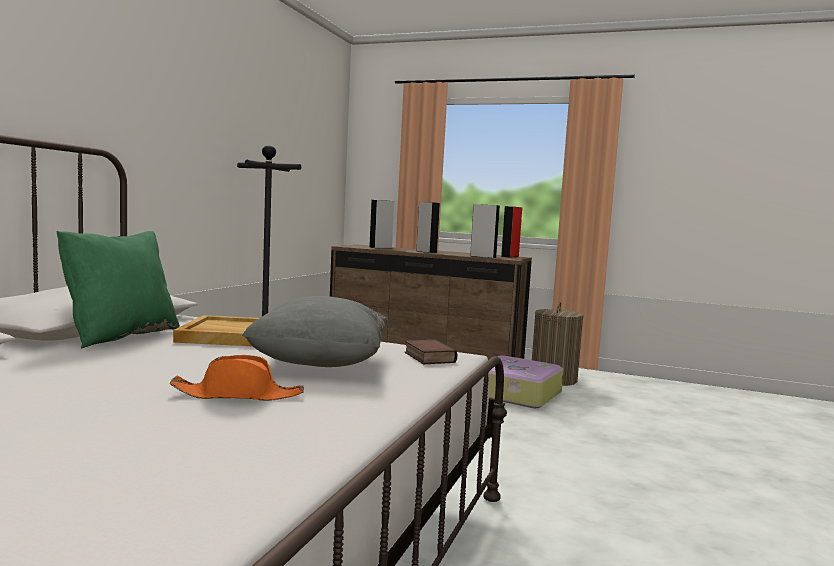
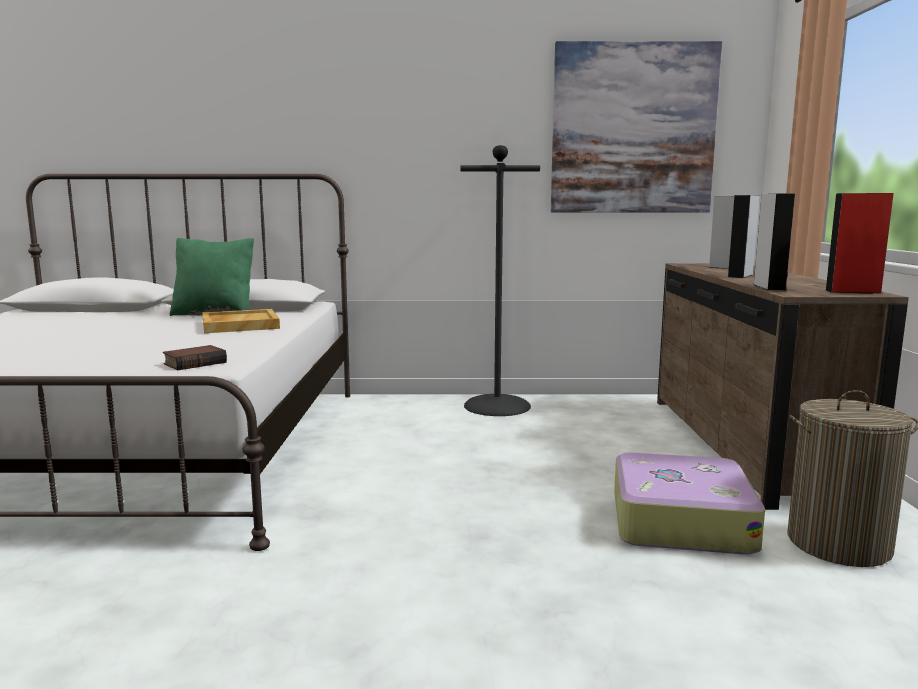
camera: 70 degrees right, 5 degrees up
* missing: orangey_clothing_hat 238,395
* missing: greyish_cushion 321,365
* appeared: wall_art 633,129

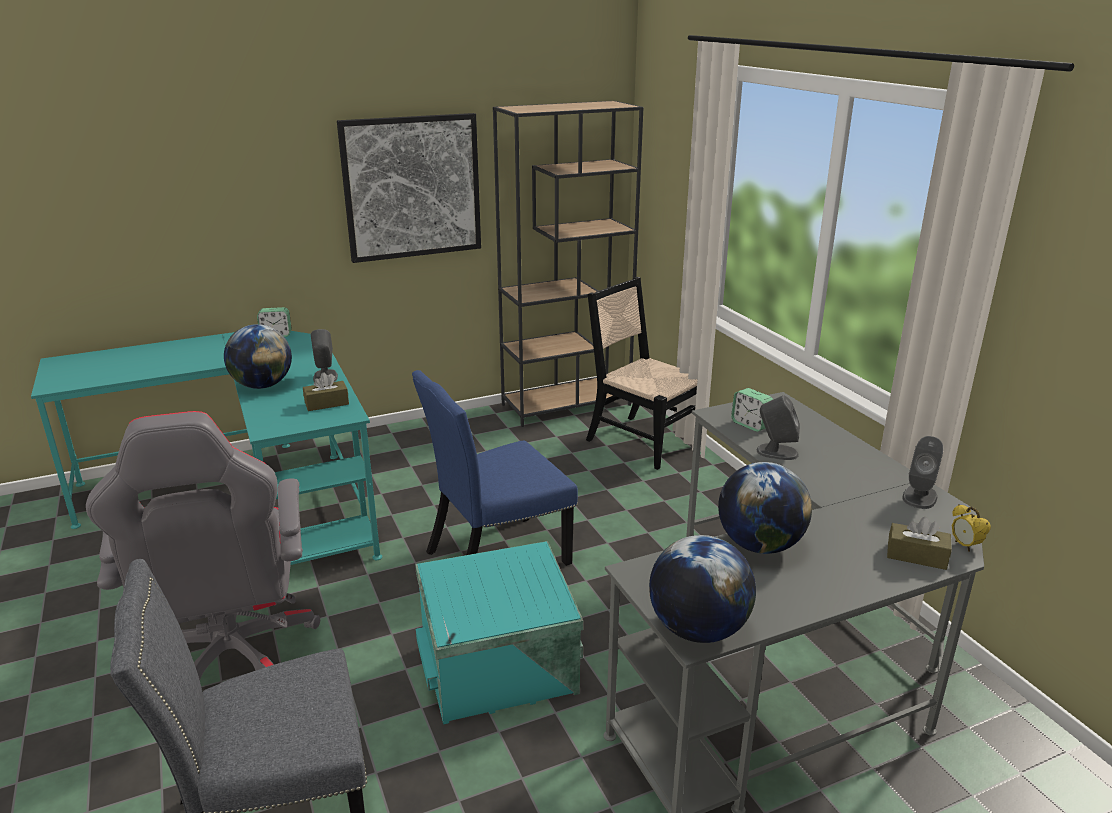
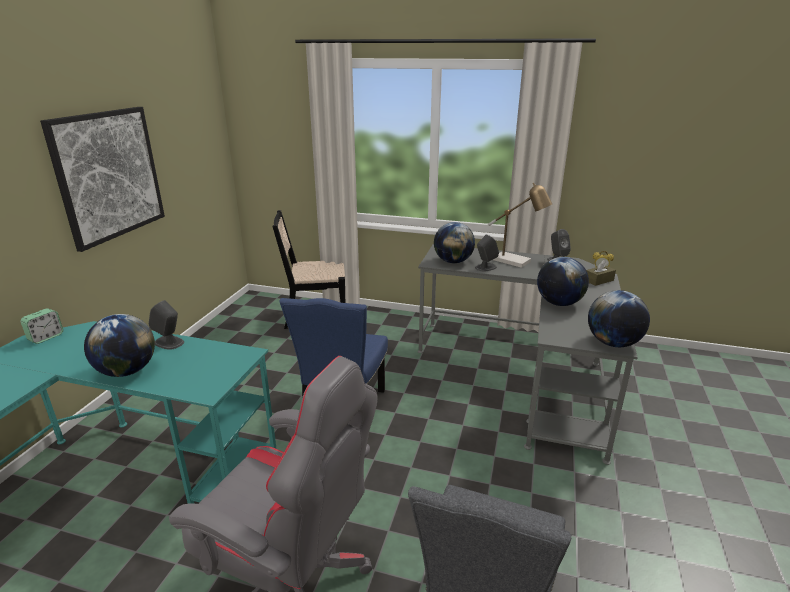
camera: 50 degrees left, 0 degrees up
* missing: brownish_box_of_tissues 326,403
* missing: blue-green_storage_box 501,669
* missing: shelving_unit 566,404
* exchanged: alarm_clock 750,425 to desk_globe 453,261
* appeared: tabletop_lamp 516,262

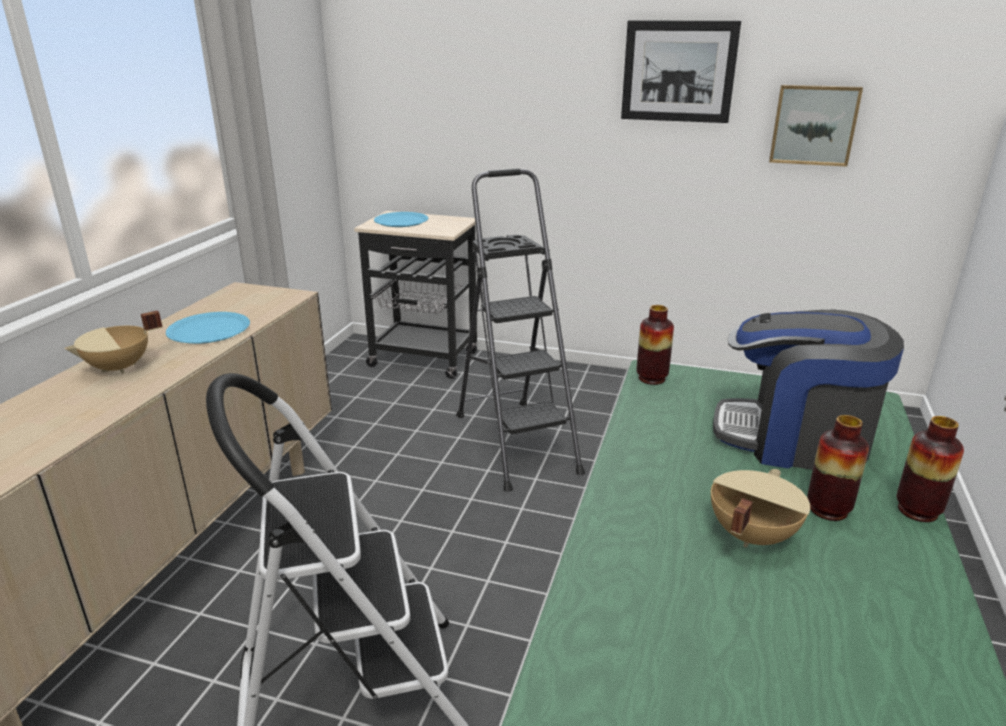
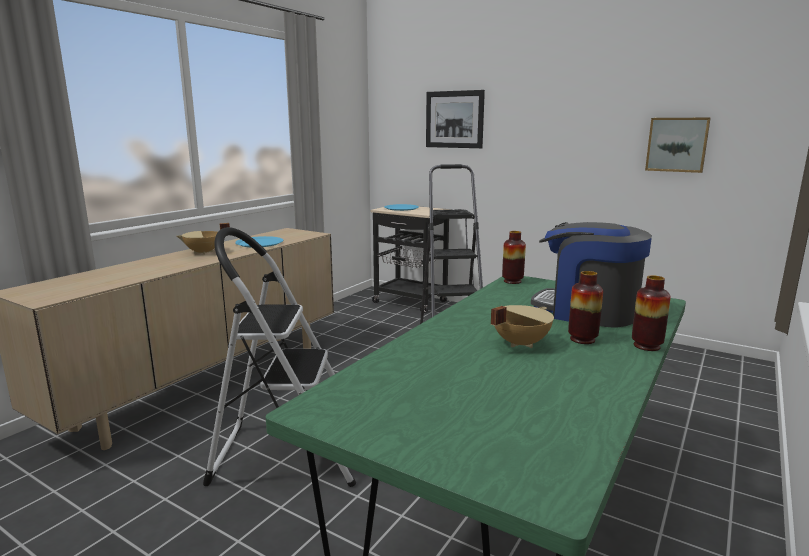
camera: 15 degrees right, 10 degrees down
* relocated: wall_art 678,71 to 454,119

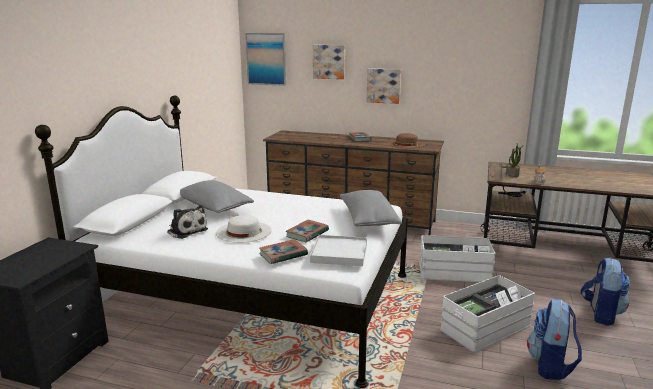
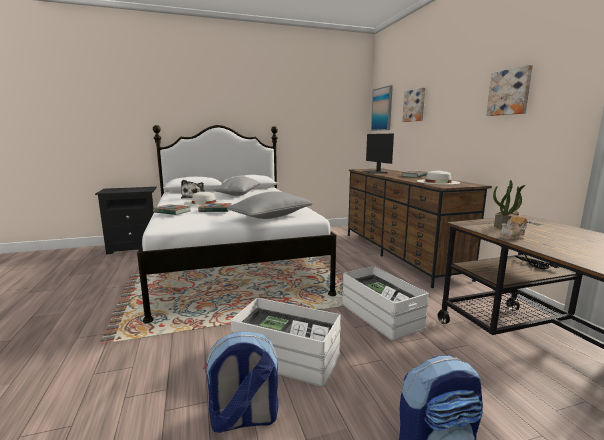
camera: 55 degrees right, 5 degrees down
* missing: whitish_tray 339,253
* relocated: wall_art 383,85 to 509,92
* colour: brownish_clothing_hat 406,144 to whitish_clothing_hat 438,182
* appeared: monitor 375,172

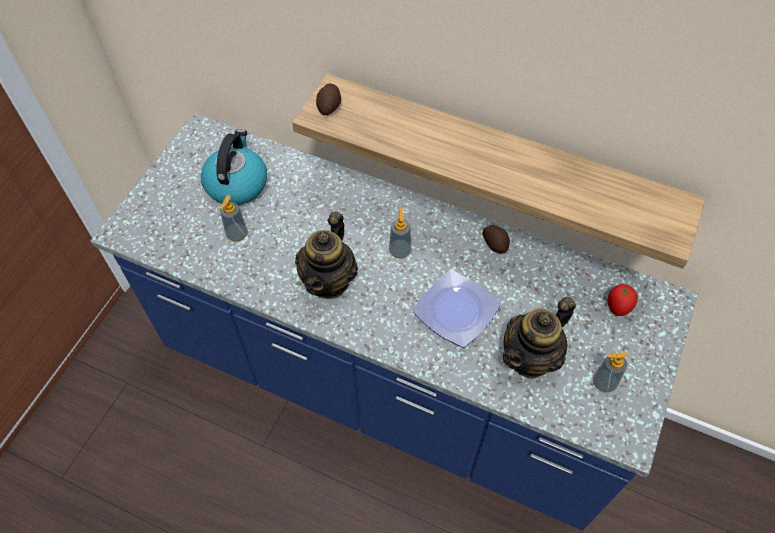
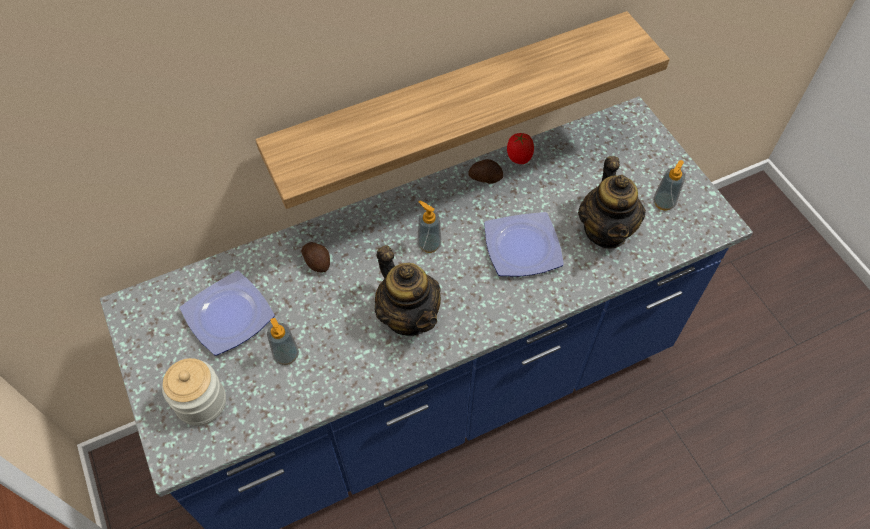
camera: 50 degrees left, 0 degrees up
* exchanged: tea_kettle 236,183 to plate 228,317
* relocated: potato 330,106 to 317,261
* relocated: whole_tomato 617,307 to 518,158
* appeared: storage_jar 201,402

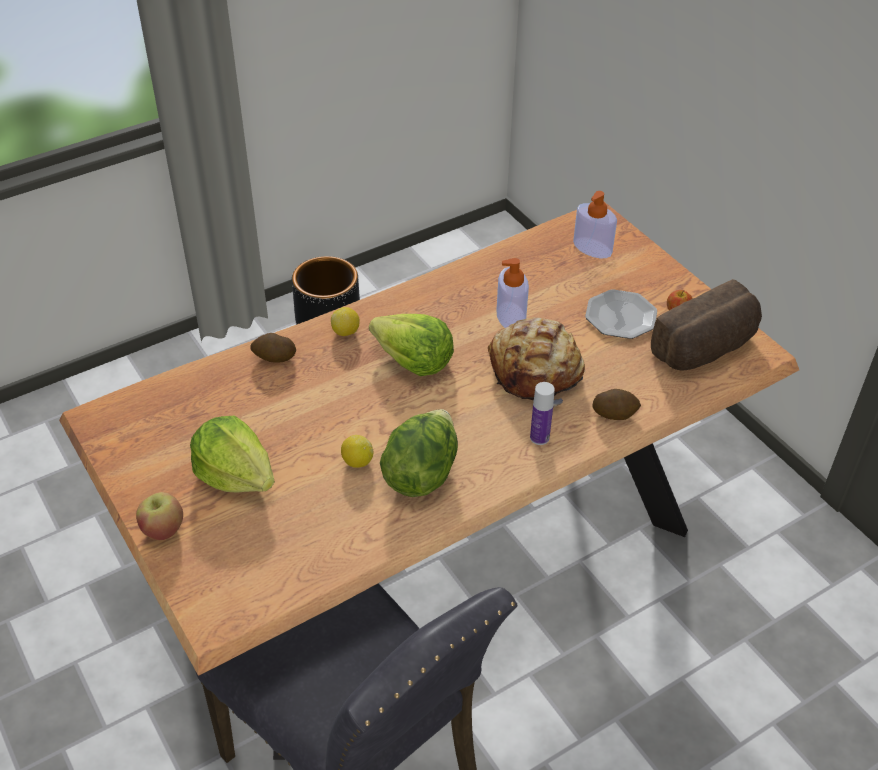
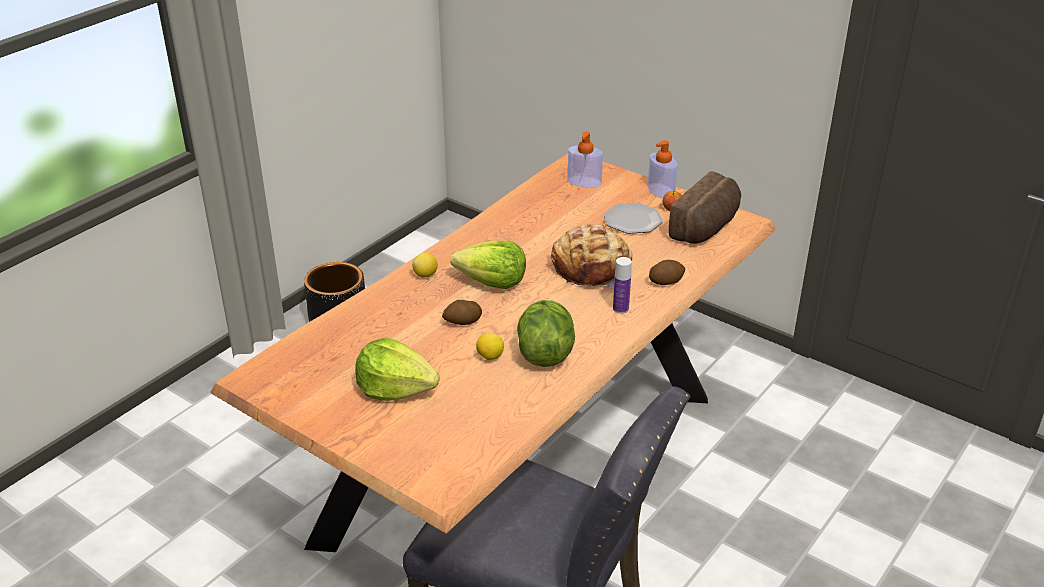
camera: 20 degrees left, 10 degrees down
* missing: whole_apple 163,529
* relocated: potato 274,358 to 462,322
* relocated: soap_bottle 511,316 to 661,191

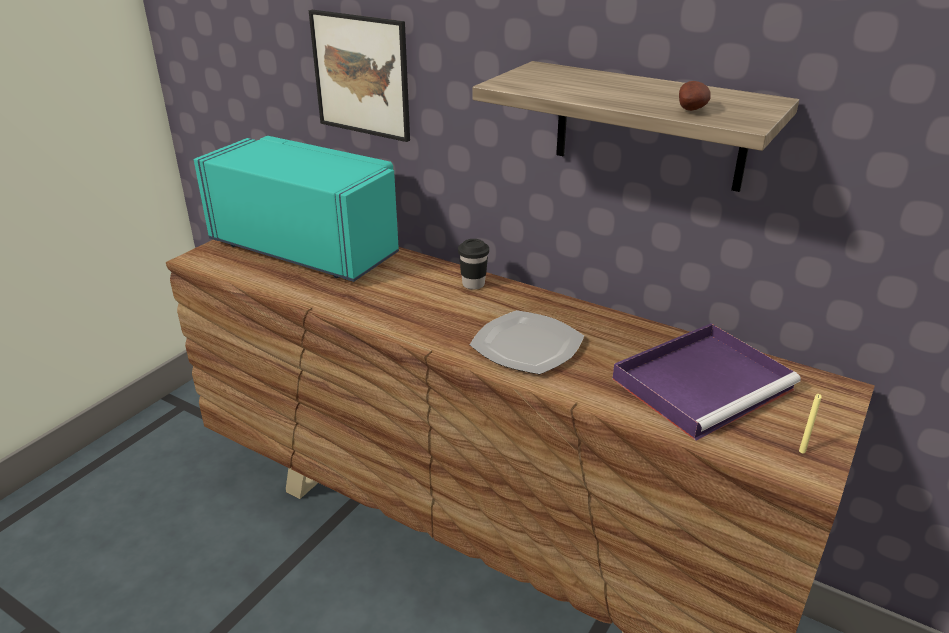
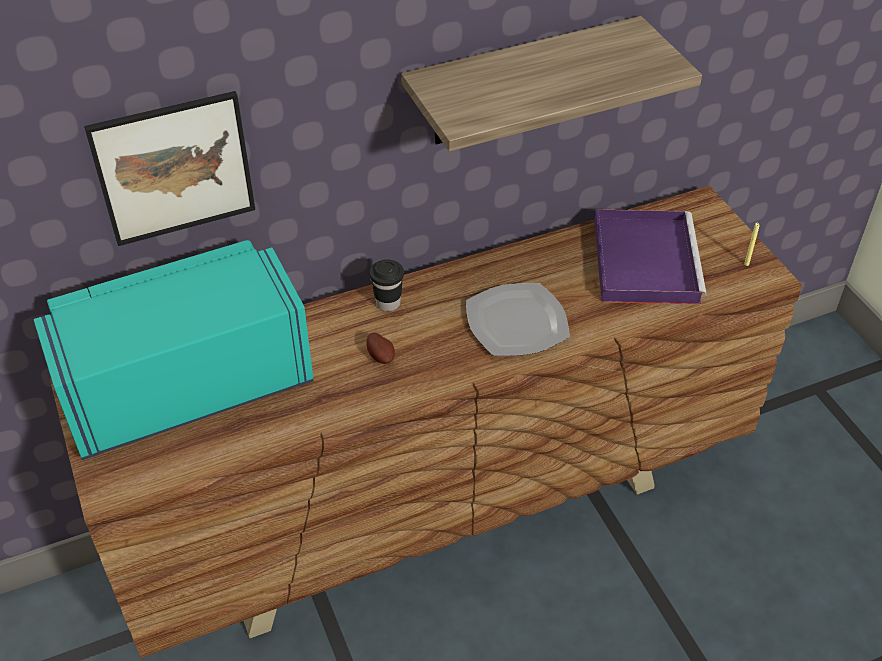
camera: 55 degrees left, 15 degrees up
* relocated: potato 693,110 to 381,356

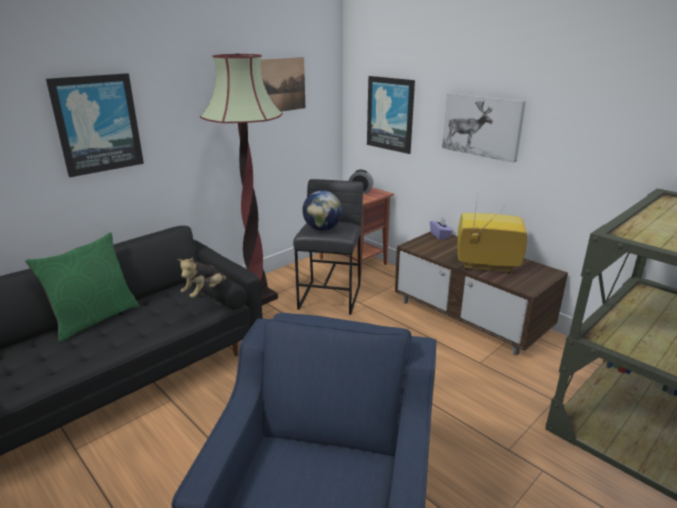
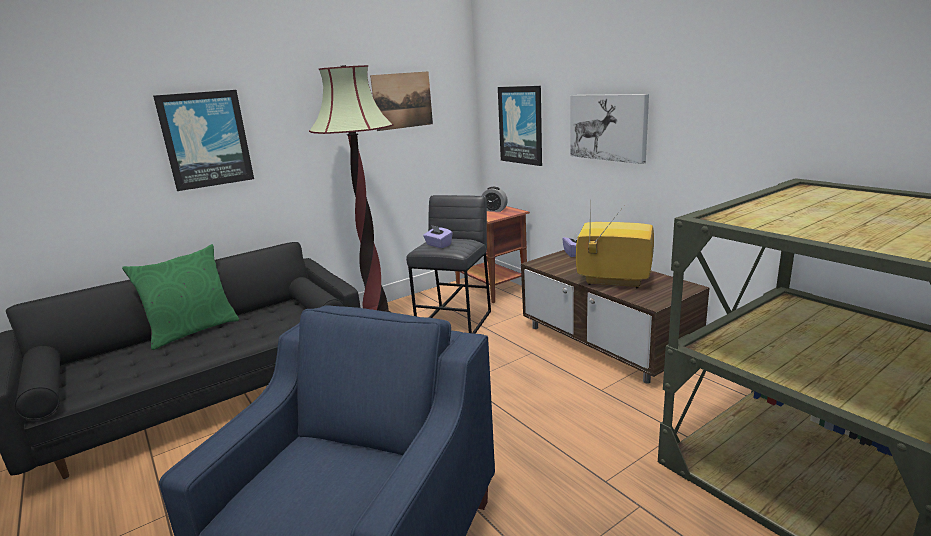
camera: 10 degrees right, 5 degrees down
* missing: soft_toy 204,292
* exchanged: desk_globe 322,229 to purplish_box_of_tissues 438,245

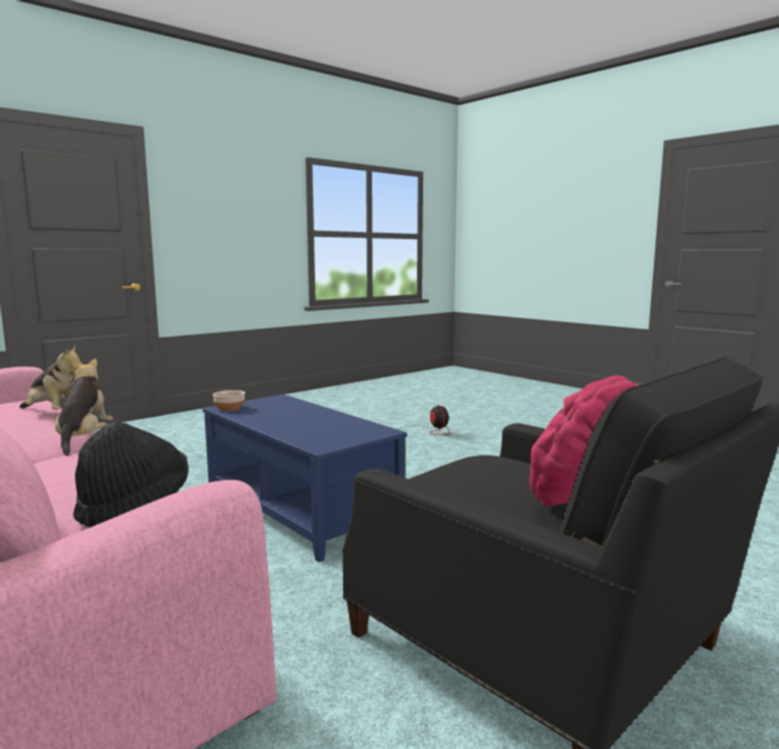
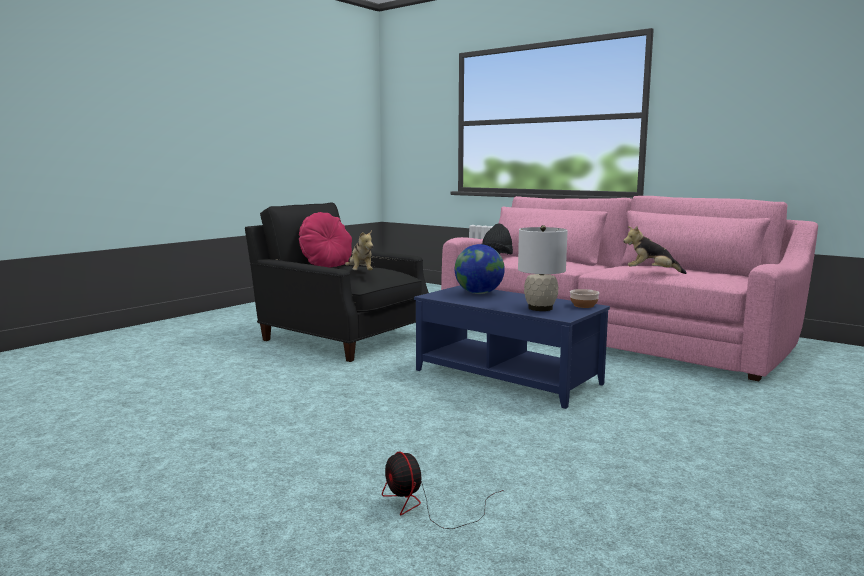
camera: 170 degrees right, 0 degrees up
* relocated: soft_toy 84,439 to 360,273
* appeared: desk_globe 479,293
* appeared: whitish_tabletop_lamp 540,308

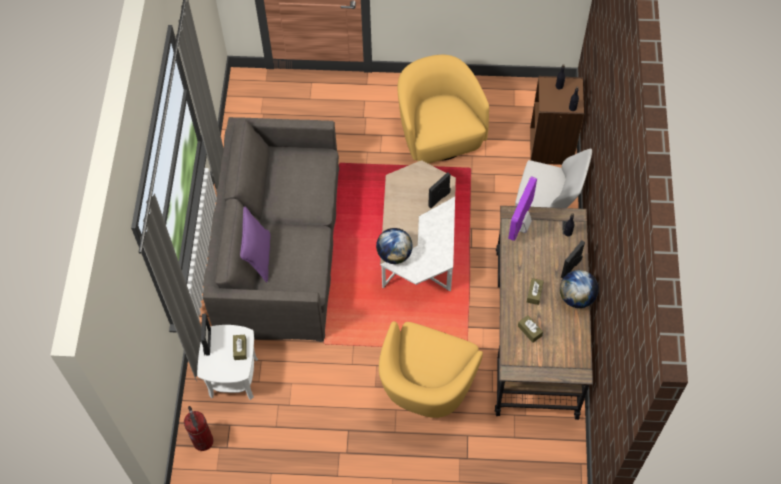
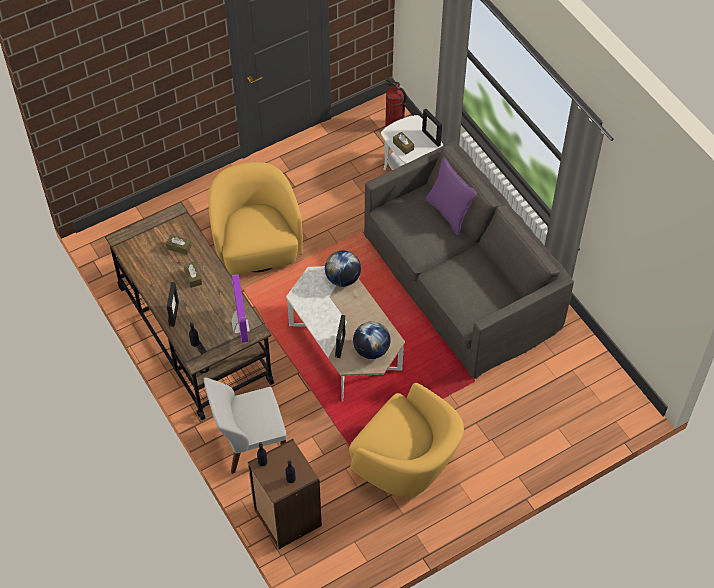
camera: 145 degrees right, 5 degrees down
* relocated: desk_globe 576,297 to 371,350

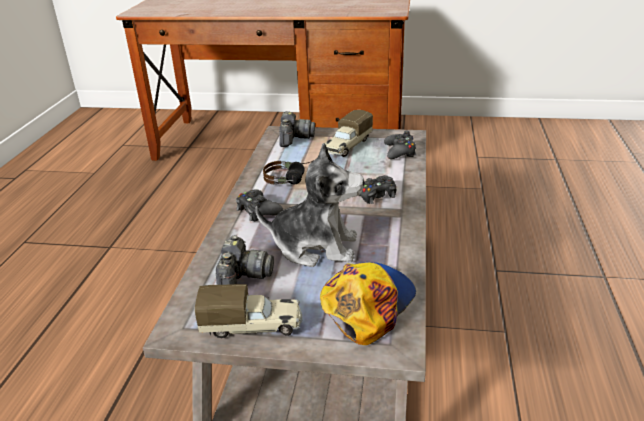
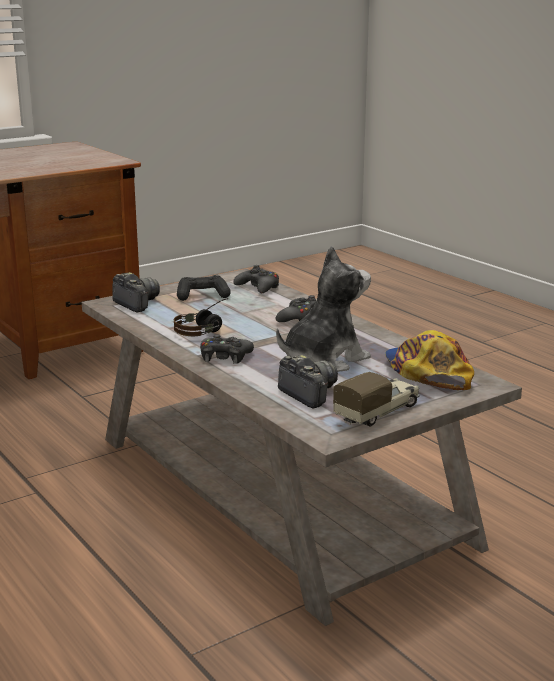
camera: 45 degrees left, 10 degrees down
* exchanged: toy_truck 347,146 to black_game_controller 202,295

